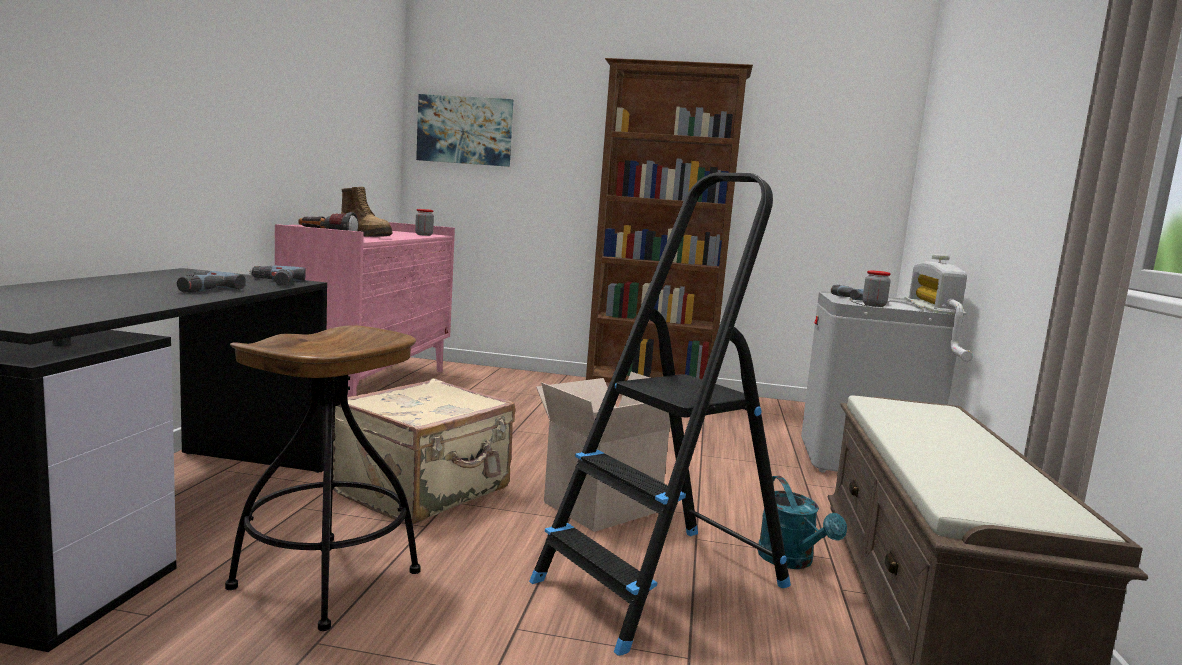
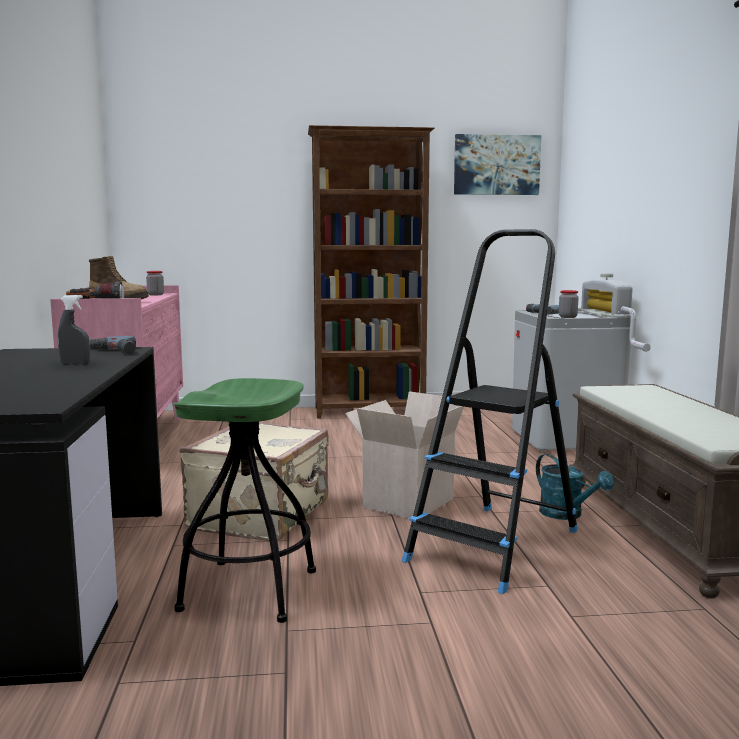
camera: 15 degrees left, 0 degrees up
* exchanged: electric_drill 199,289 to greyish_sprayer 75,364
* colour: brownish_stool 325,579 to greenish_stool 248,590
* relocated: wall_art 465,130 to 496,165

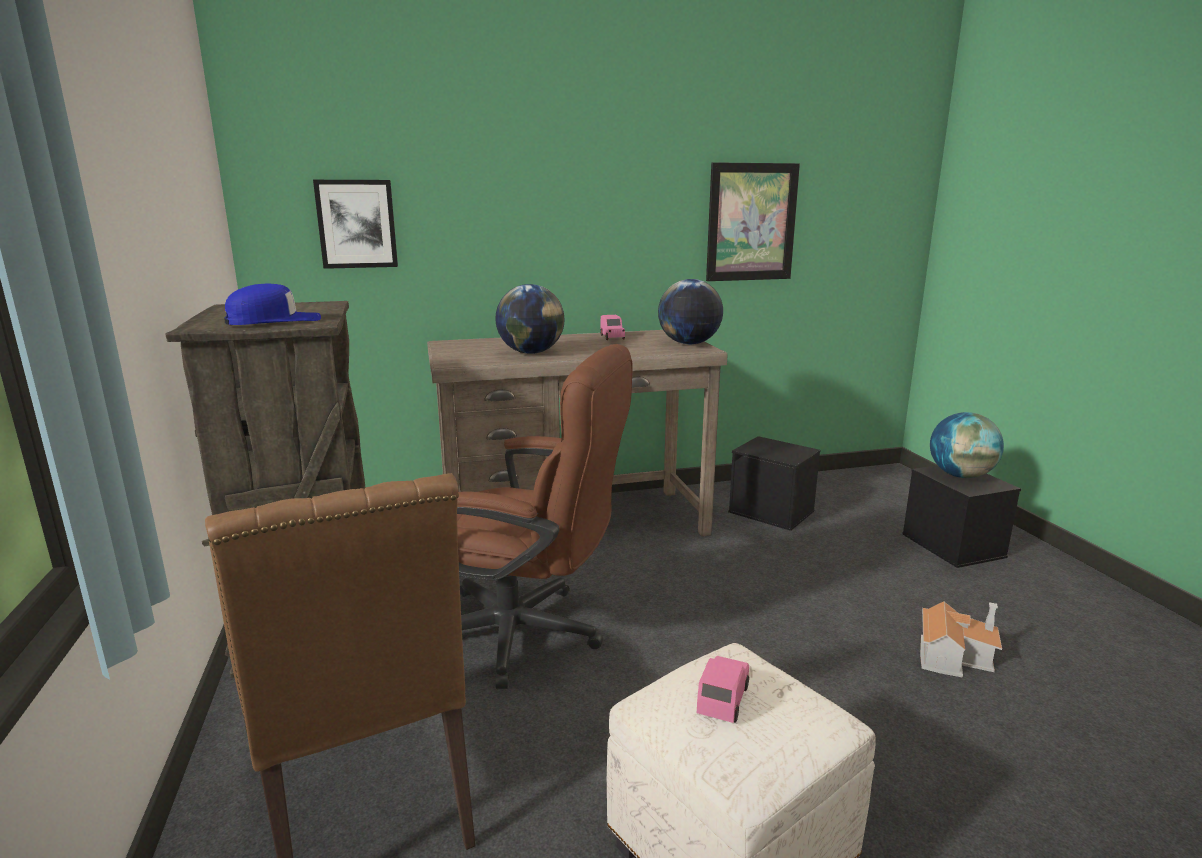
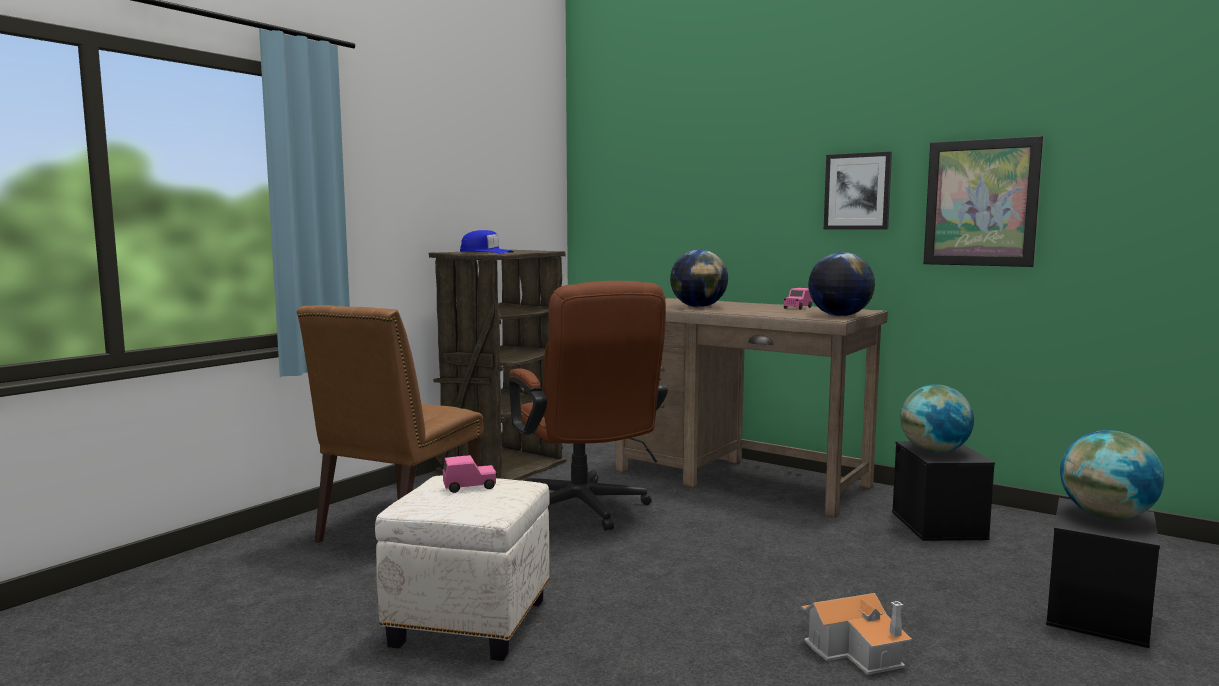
camera: 50 degrees right, 10 degrees down
* relocated: wall_art 357,224 to 857,191
* appeared: desk_globe 934,451

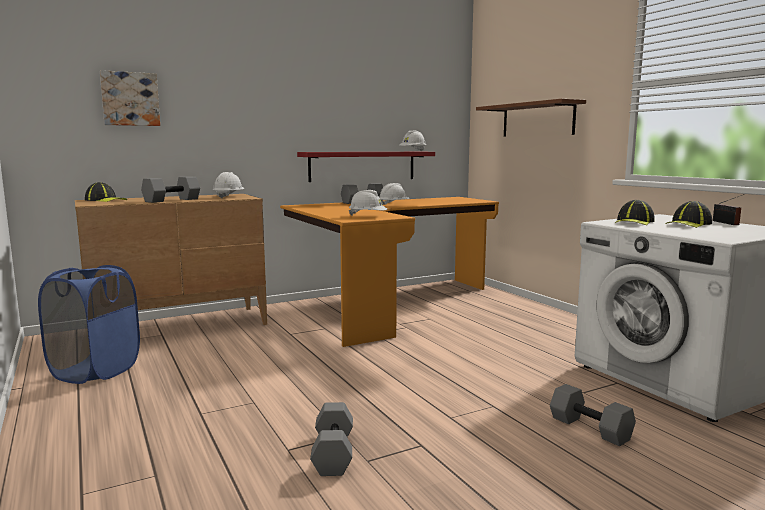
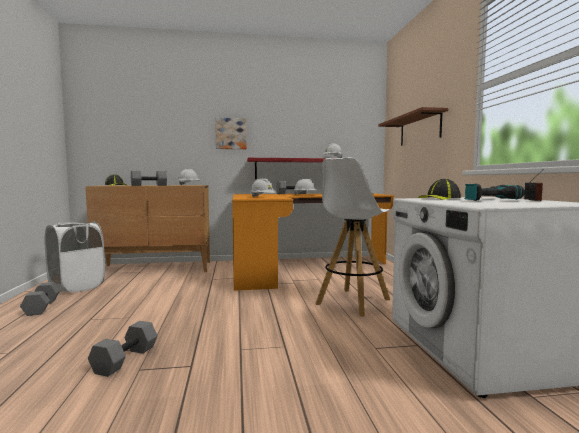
camera: 20 degrees right, 5 degrees down
* colour: blue-coloured_laundry_basket 96,370 to whitish_laundry_basket 77,287
* relocated: wall_art 130,99 to 231,133
* relocated: greyish_free_weight 588,429 to 41,307
* exchanged: baseball_cap 688,224 to electric_drill 488,199
* appeared: whitish_stool 352,302

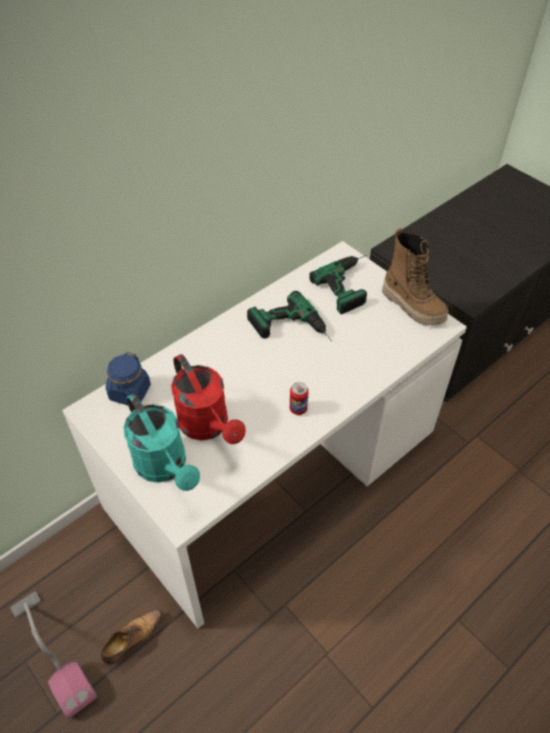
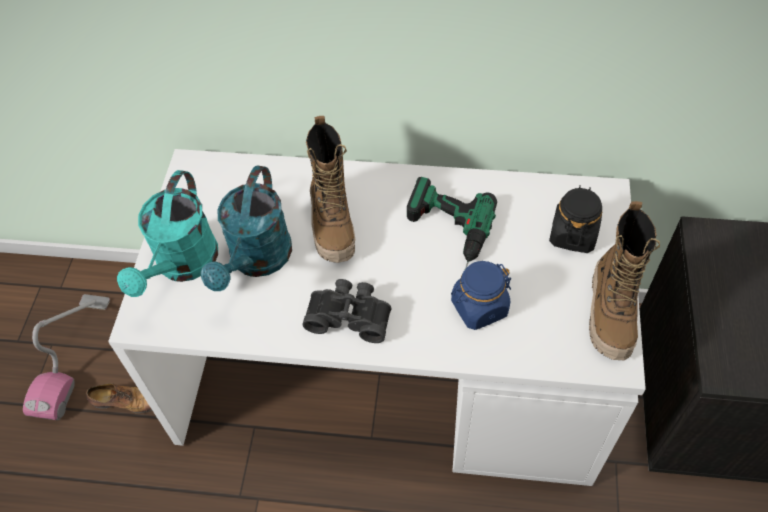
camera: 50 degrees right, 5 degrees up
* relocated: blue-coloured_storage_jar 130,392 to 479,307
* colour: reddish_sprinkling_can 208,426 to blue-green_sprinkling_can 257,261
* exchanged: metal_can 298,409 to black_binoculars 350,315
* exchanged: electric_drill 351,284 to black_storage_jar 573,234
* appeared: boot 333,224

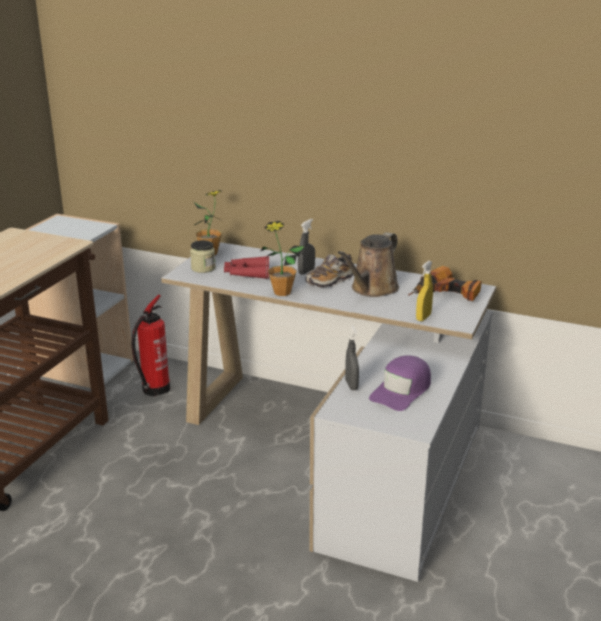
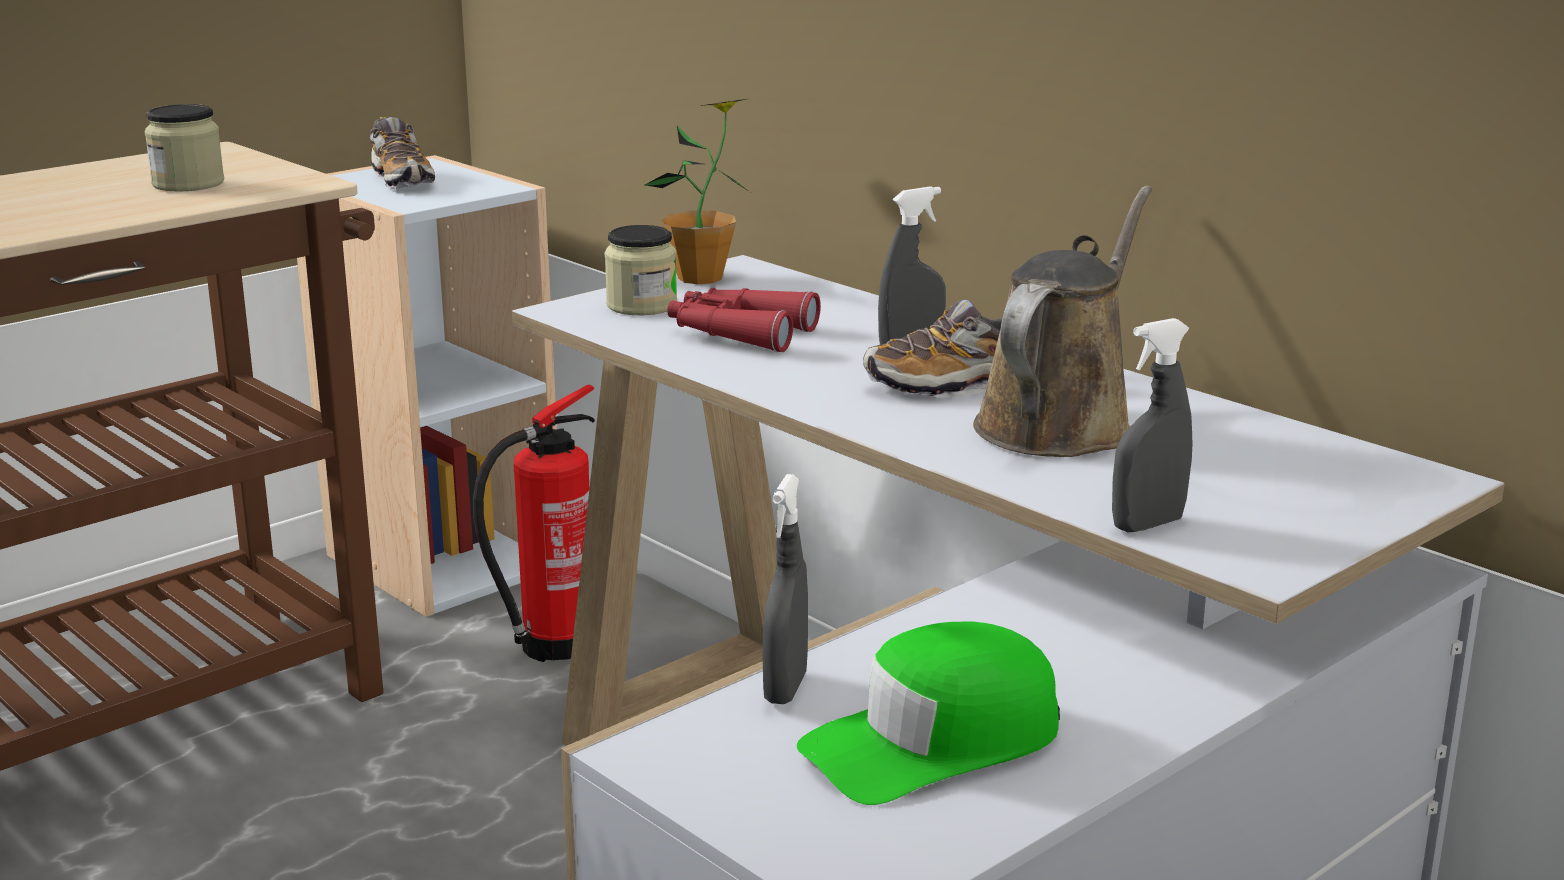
camera: 25 degrees right, 5 degrees down
* missing: potted_plant 282,292
* spun: brownish_sprinkling_can 372,289 = 1060,424 150 degrees clockwise
* colour: purplish_baseball_cap 401,390 to greenish_baseball_cap 934,743
* missing: electric_drill 446,296
* colour: yellowish_sprayer 423,317 to greyish_sprayer 1147,524
* appeared: storage_jar 188,184
* appeared: shoe 402,180

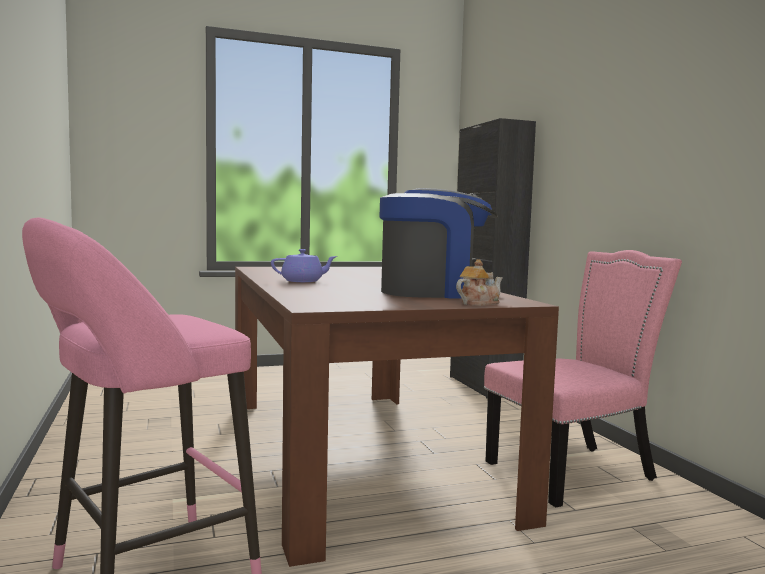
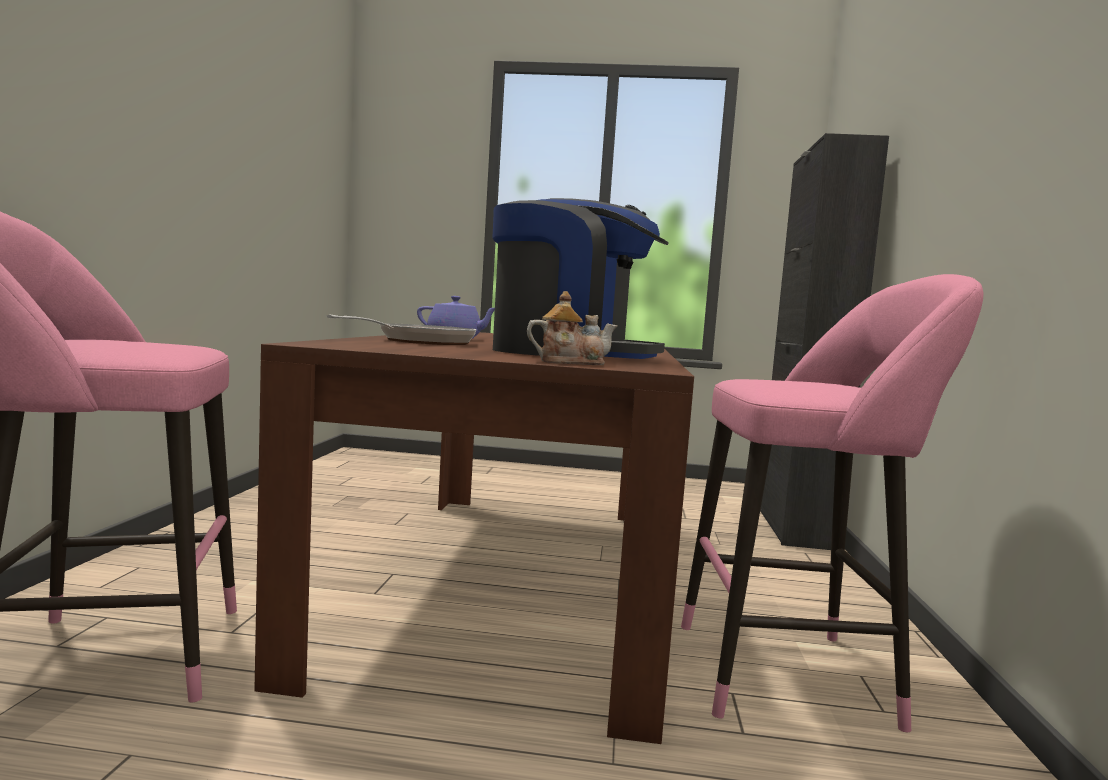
camera: 25 degrees right, 0 degrees up
* exchanged: pinkish_plain_chair 569,473 to pinkish_stool 796,674
* appeared: skillet 420,341

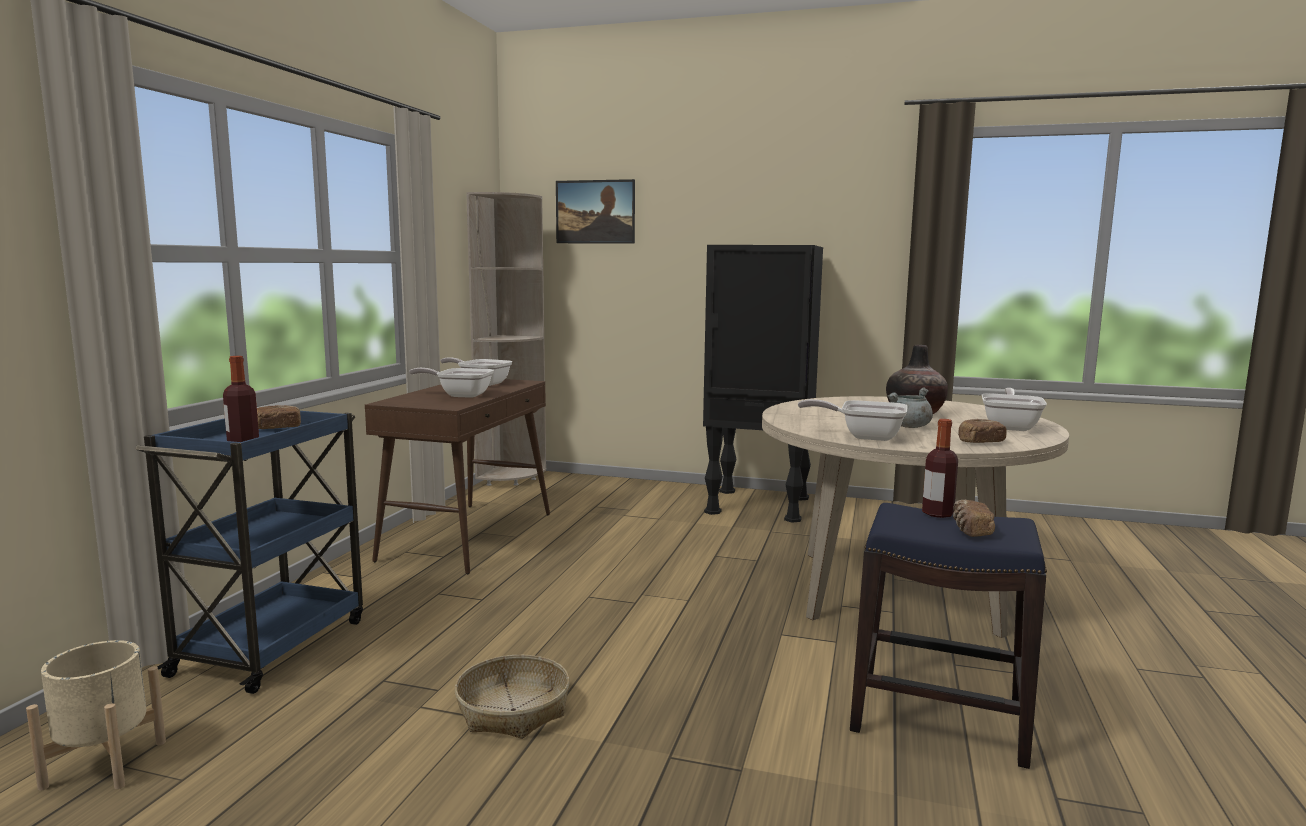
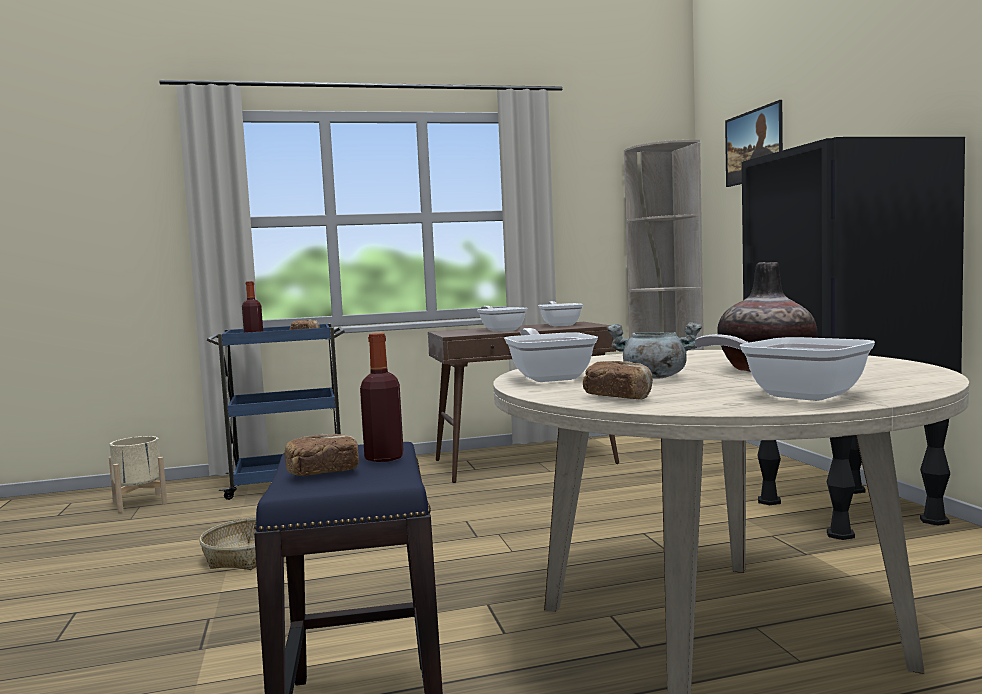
camera: 60 degrees right, 5 degrees down
* spun: skillet 1010,426 = 793,394 120 degrees counterclockwise

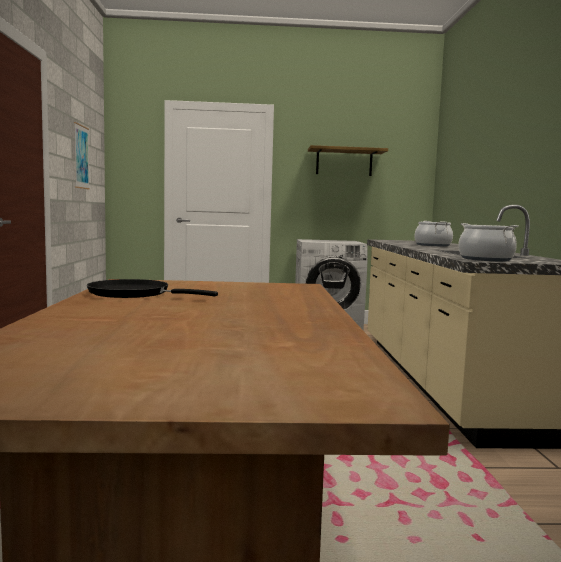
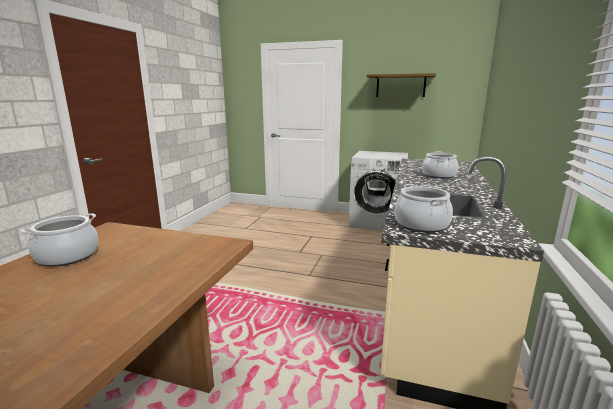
camera: 20 degrees right, 10 degrees up
* missing: wall_art 81,157
* exchanged: black_skillet 134,294 to cooking_pot 67,256

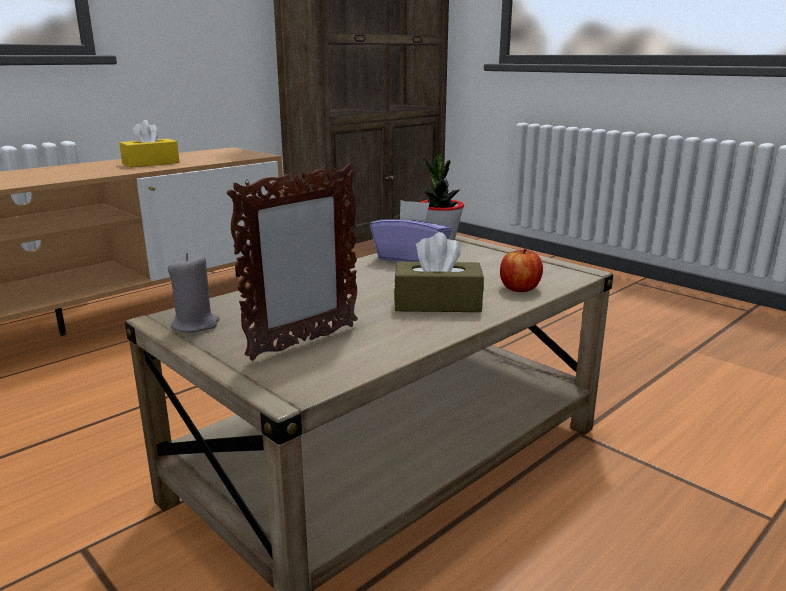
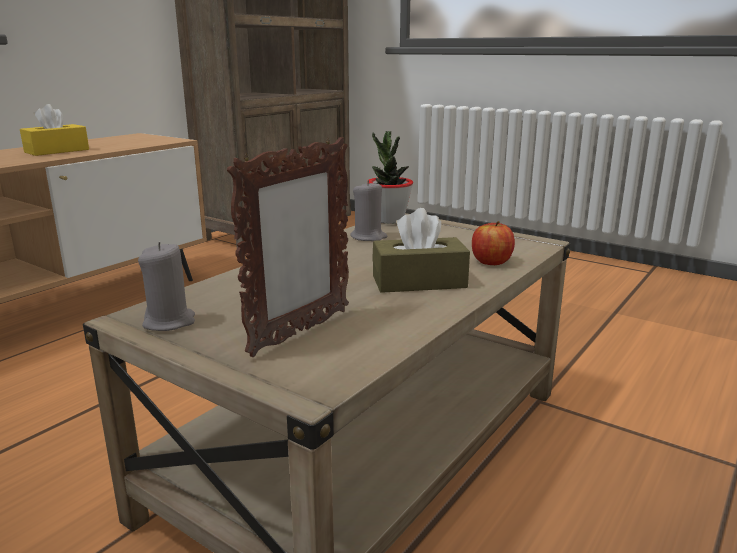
camera: 10 degrees left, 0 degrees up
* exchanged: purplish_box_of_tissues 411,258 to greyish_candle 368,237

